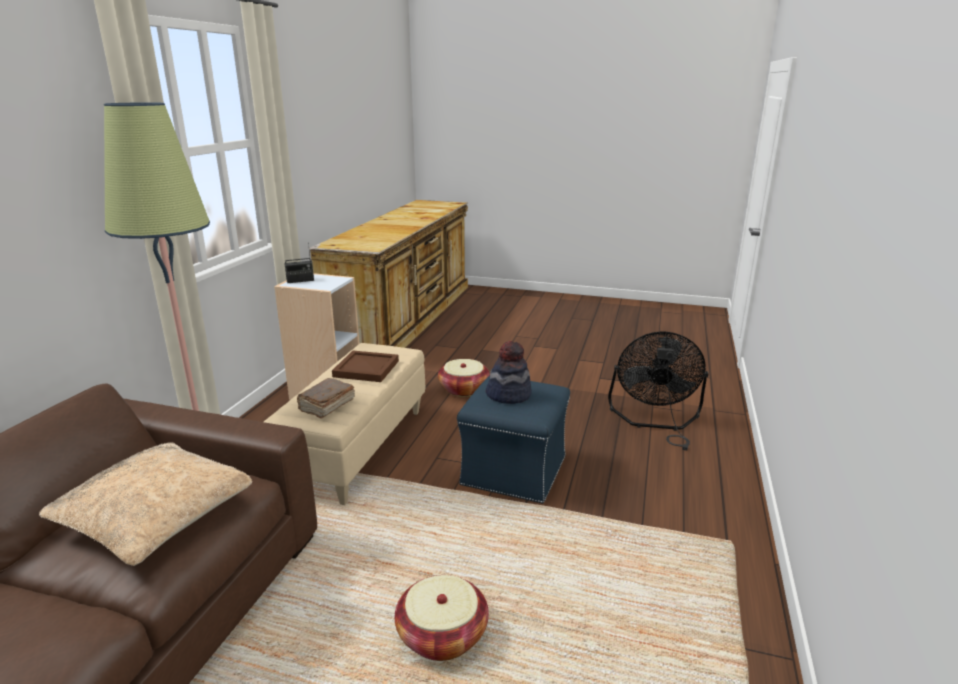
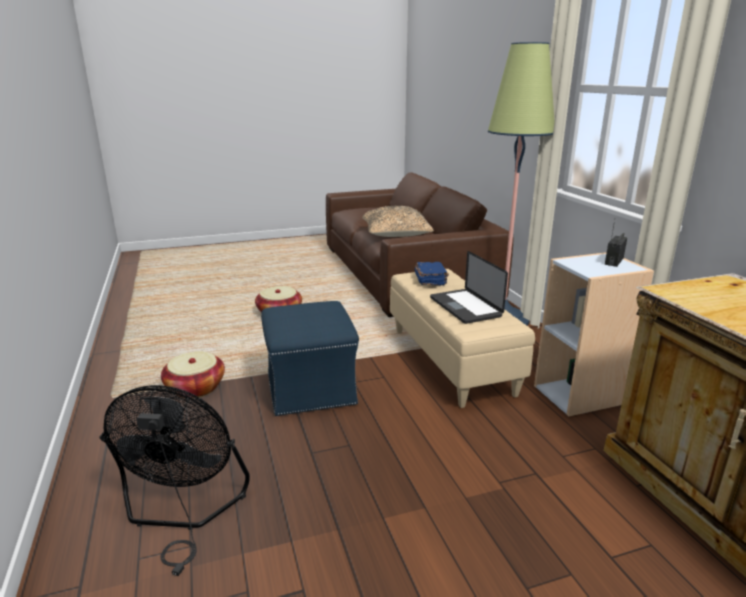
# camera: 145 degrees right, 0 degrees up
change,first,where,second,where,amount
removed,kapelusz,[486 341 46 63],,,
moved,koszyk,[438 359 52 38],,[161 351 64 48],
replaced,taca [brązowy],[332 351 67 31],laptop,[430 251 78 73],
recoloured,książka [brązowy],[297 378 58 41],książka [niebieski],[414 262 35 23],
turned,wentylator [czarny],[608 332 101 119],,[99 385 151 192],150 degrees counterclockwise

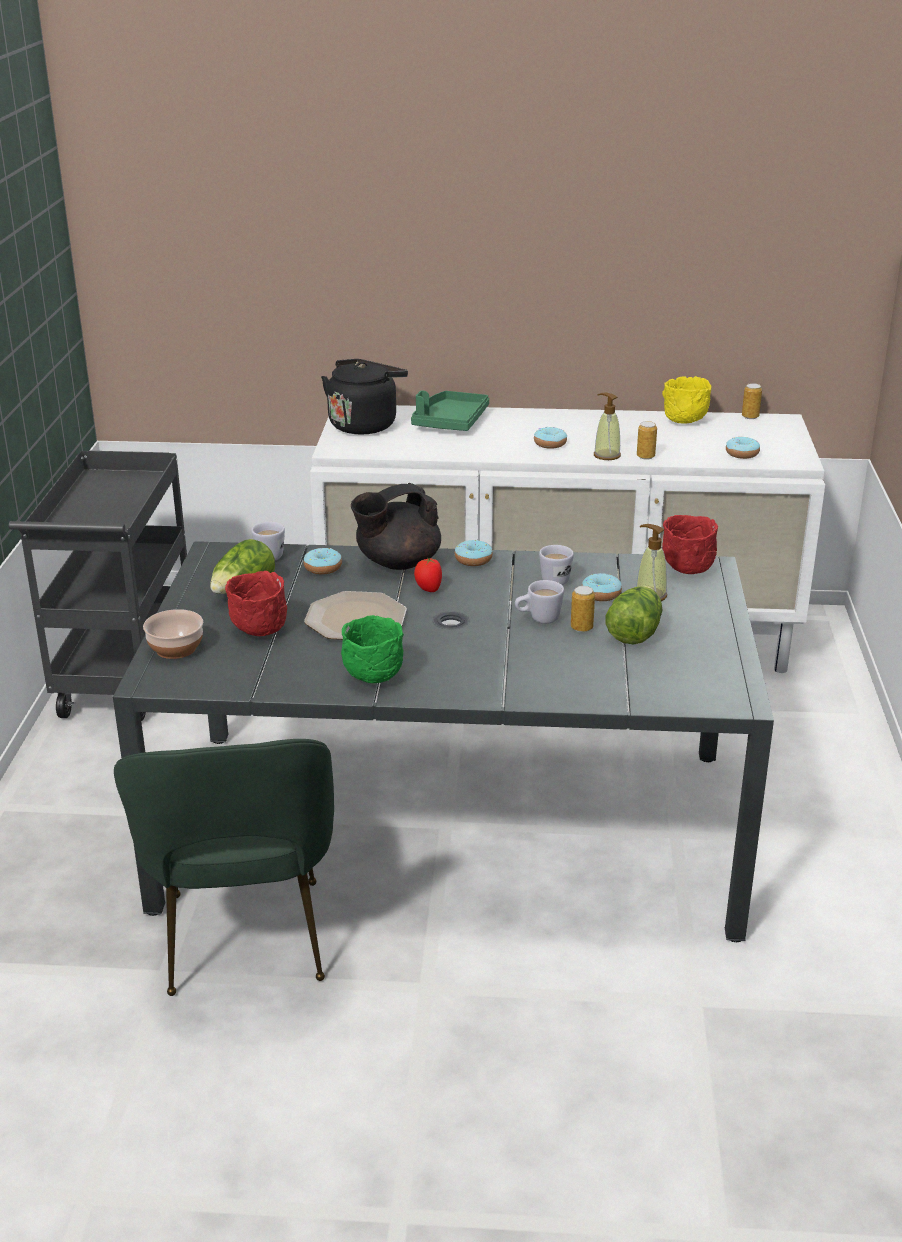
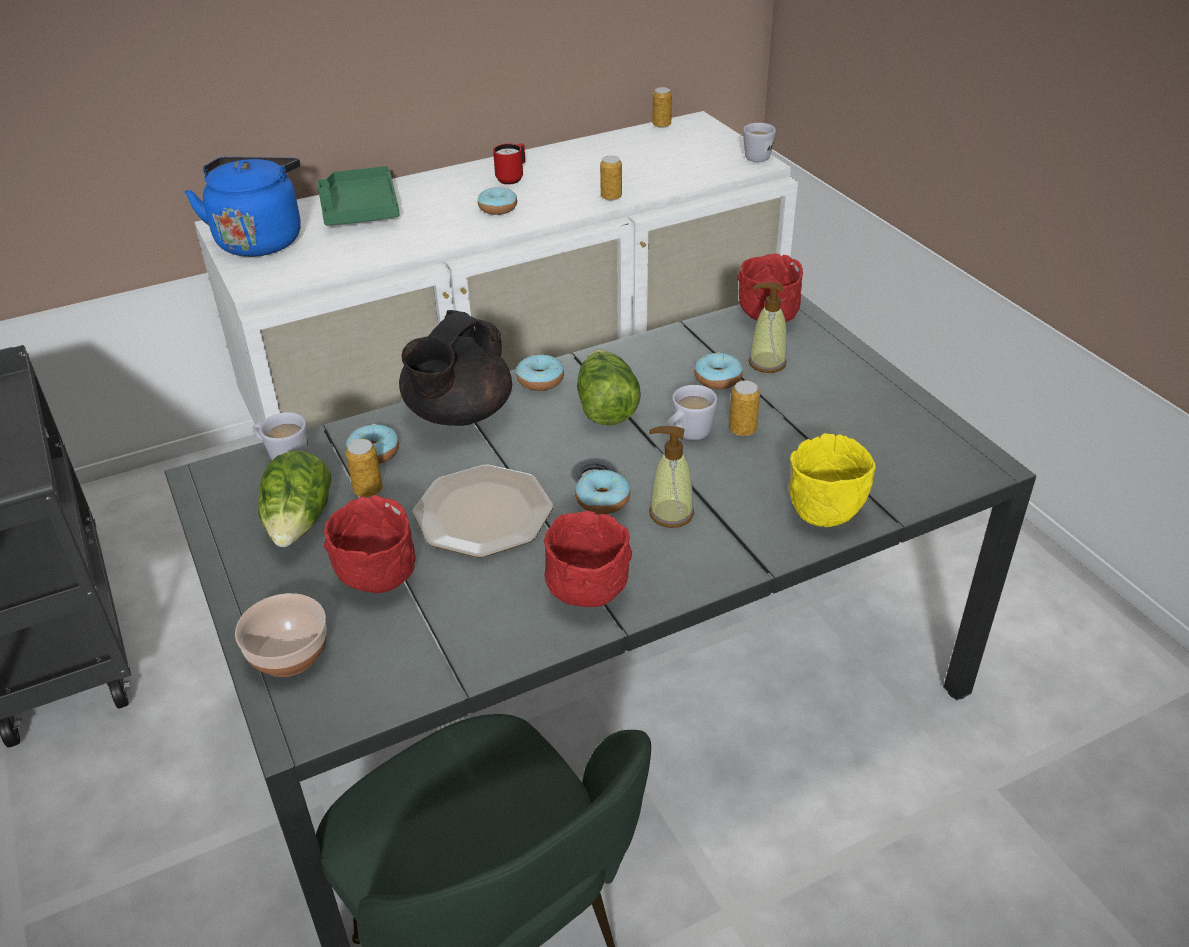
# camera: 30 degrees left, 10 degrees up
change,first,where,second,where,amount
removed,pomidor,[414 558 28 34],,,
added,,,puszka,[346 439 37 58],
added,,,kubek [czerwony],[493 143 32 42],
moved,kubek [biały],[539 545 35 40],,[743 123 33 39],
moved,dozownik mydła,[594 392 27 68],,[649 426 45 102],
moved,sałata,[606 586 56 59],,[577 349 64 76],
moved,miska [żółty],[662 376 49 48],,[789 433 87 94],
moved,donut,[726 437 34 22],,[575 470 55 44],
recoloured,czajnik [czarny],[321 359 87 76],czajnik [niebieski],[185 157 116 100],
recoloured,miska [zielony],[341 615 63 68],miska [czerwony],[544 511 88 96],

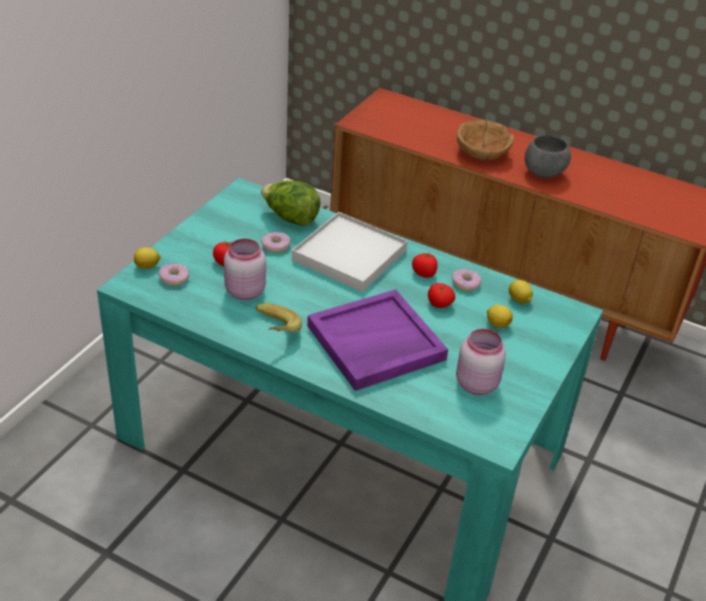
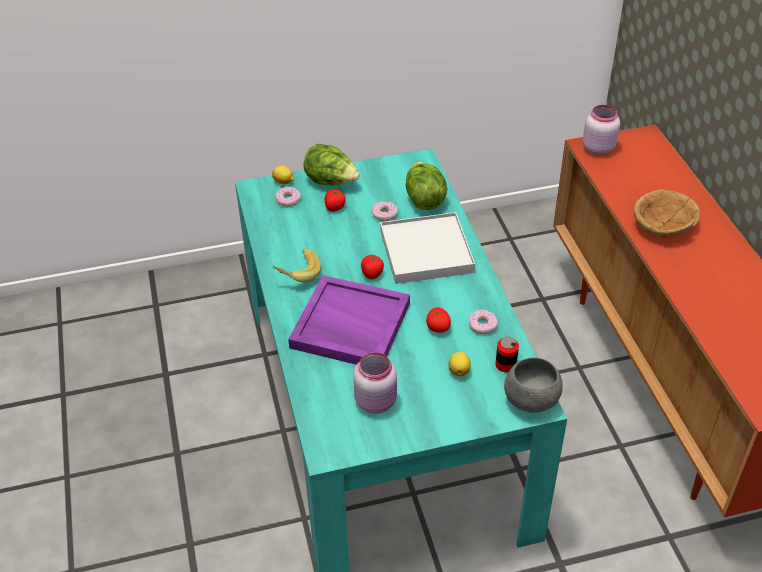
# camera: 50 degrees right, 5 degrees up
change,first,where,second,where,amount
added,,,sałata,[303 144 57 42],
moved,słoik [różowy],[224 239 42 61],,[583 105 37 50],
moved,pomidor,[412 252 26 26],,[361 255 23 24],
moved,miska [szary],[525 135 46 43],,[504 357 59 56],
replaced,cytryna,[509 280 24 24],puszka,[495 337 24 35],

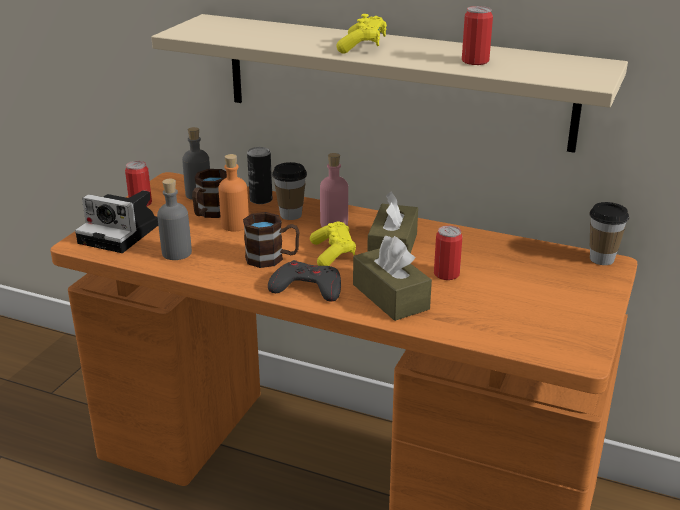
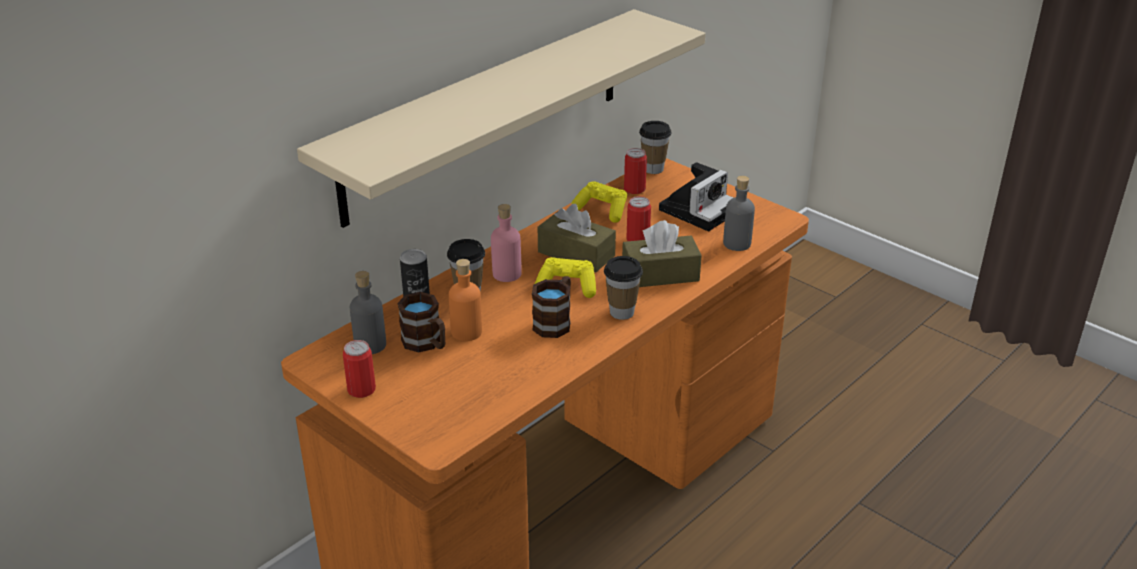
# camera: 70 degrees left, 5 degrees up
change,first,where,second,where,amount
moved,aparat fotograficzny,[75 190 83 63],,[659 162 74 69],
moved,butelka [szary],[157 179 35 81],,[723 176 32 75],
moved,pad do gier [żółty],[336 14 51 40],,[571 182 56 41],
moved,puszka,[462 6 31 59],,[624 148 23 46],
replaced,pad do gier [szary],[268 260 73 42],filiżanka,[604 256 39 64],

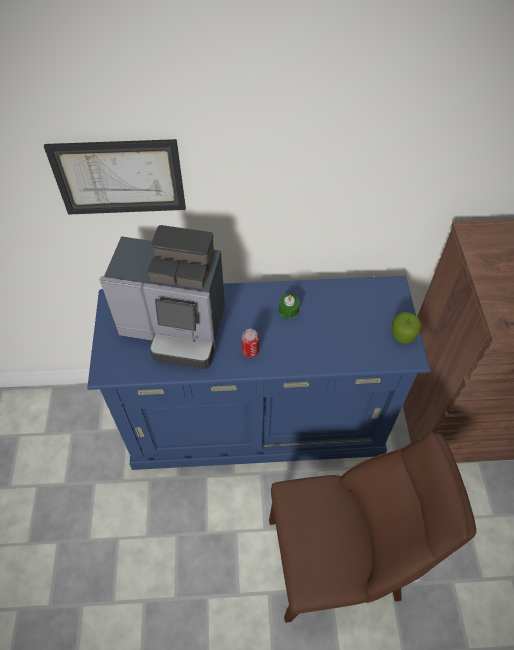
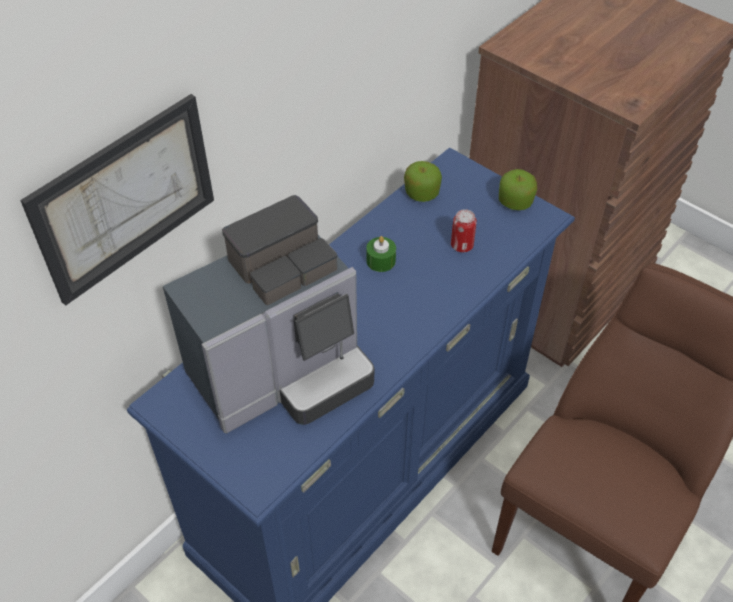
# camera: 45 degrees left, 5 degrees down
change,first,where,second,where,amount
added,,,jabłko,[404 161 38 41],
moved,puszka,[242 329 17 29],,[451 209 26 43],

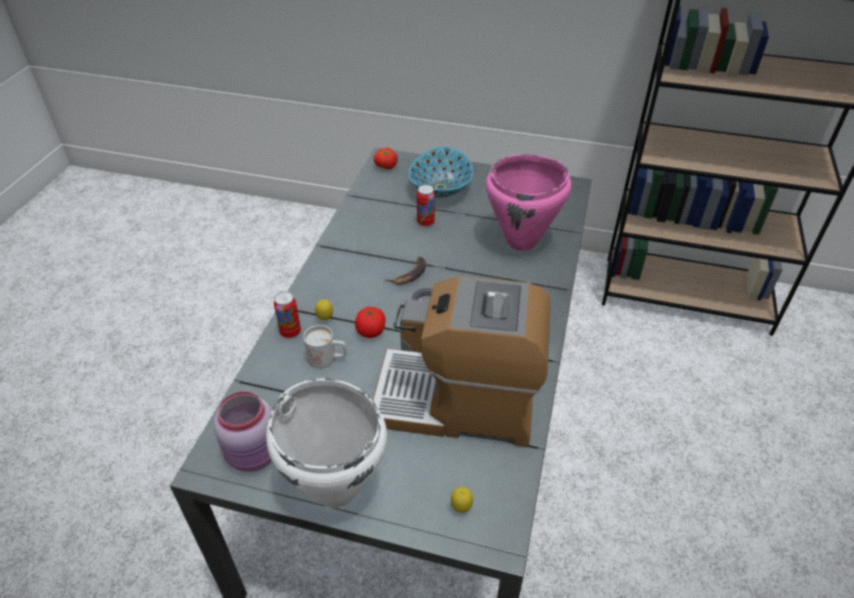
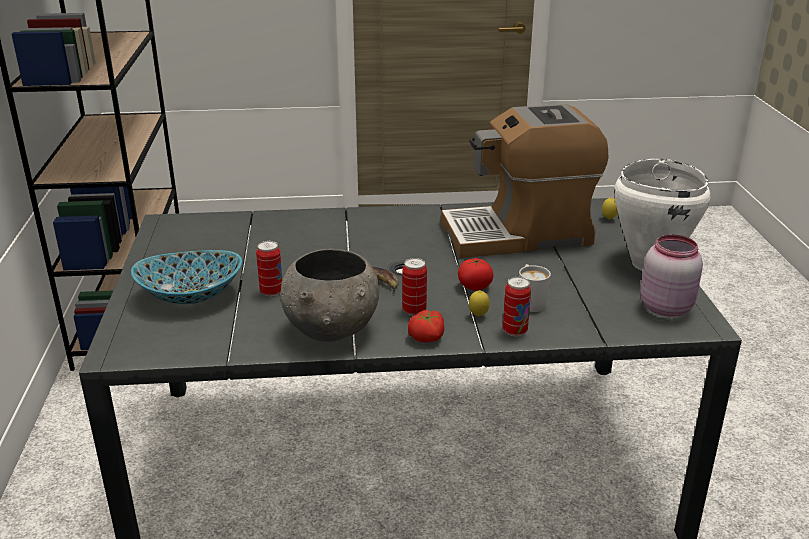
# camera: 110 degrees left, 15 degrees down
change,first,where,second,where,amount
removed,garnek [różowy],[486 154 85 97],,,
added,,,miska [szary],[280 249 99 93],
added,,,puszka,[402 258 25 58],
moved,pomidor,[374 148 24 21],,[408 310 36 33],
turned,ekspres do kawy,[373 275 178 172],,[441 104 167 154],90 degrees clockwise

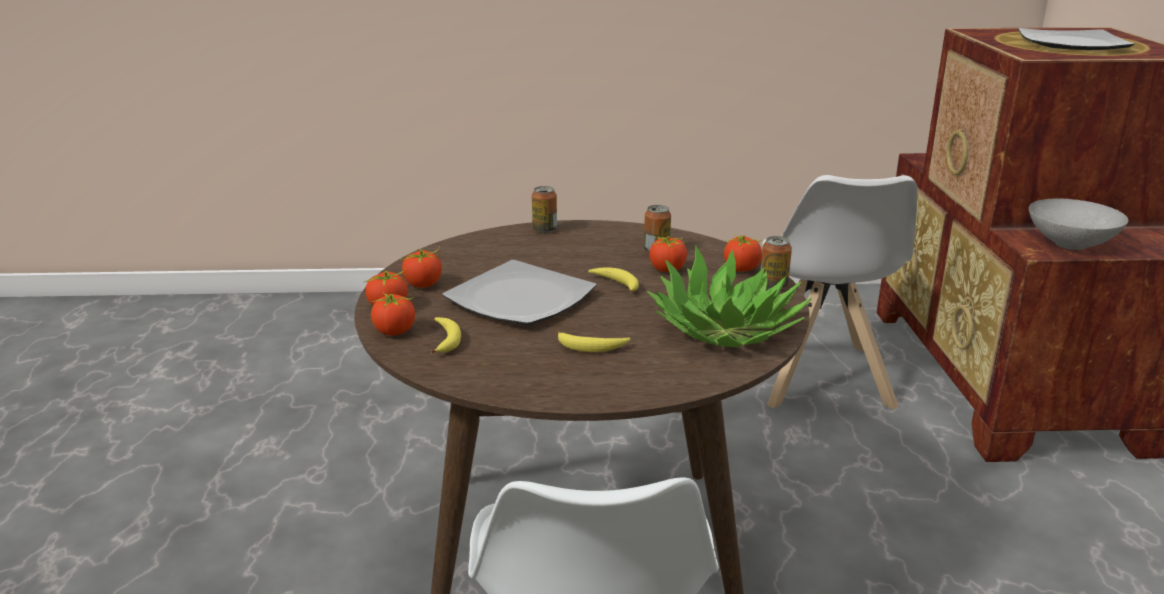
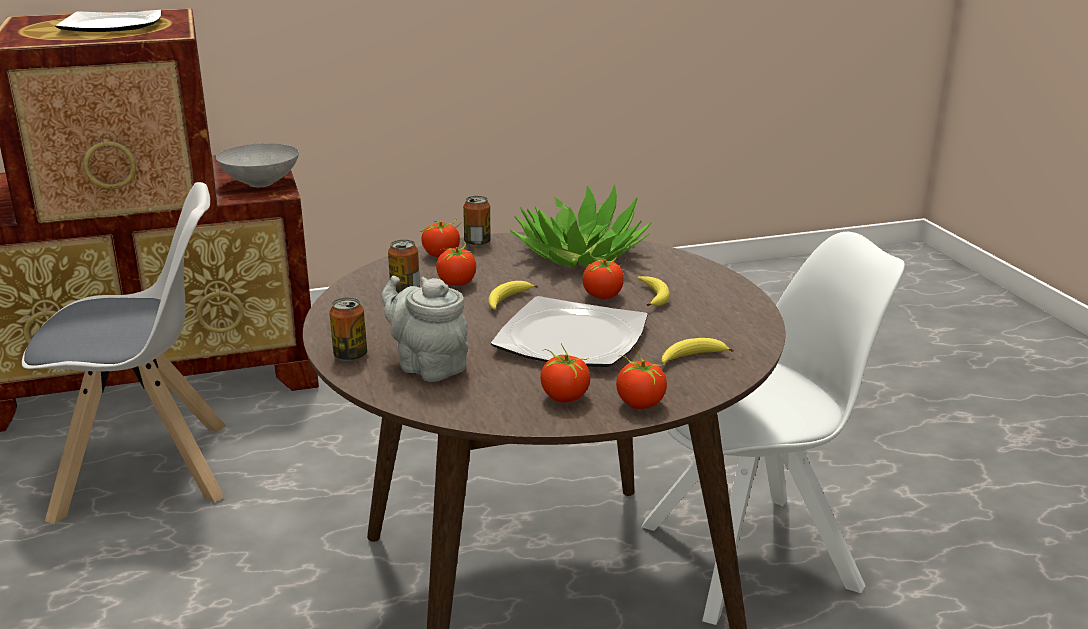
# camera: 105 degrees left, 0 degrees up
change,first,where,second,where,amount
added,,,imbryk [szary],[381 276 87 106],
moved,pomidor,[371 292 44 44],,[583 254 44 45],

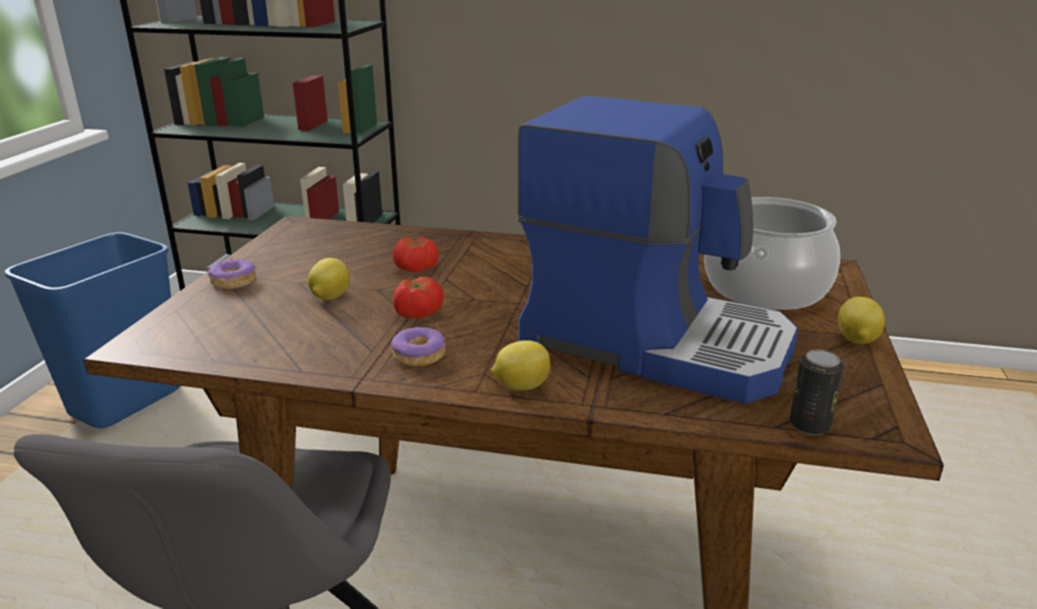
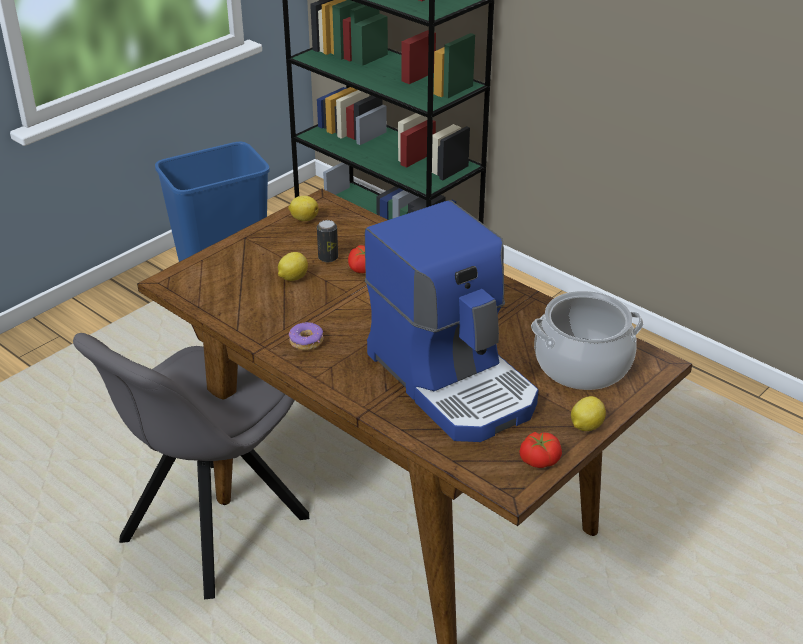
# camera: 30 degrees right, 10 degrees up
change,first,where,second,where,amount
removed,donut,[208 258 48 31],,,
moved,pomidor,[393 277 51 41],,[519 432 43 36],
moved,cytryna,[491 340 60 50],,[289 196 30 25],
moved,puszka,[790 350 54 85],,[317 220 21 42],

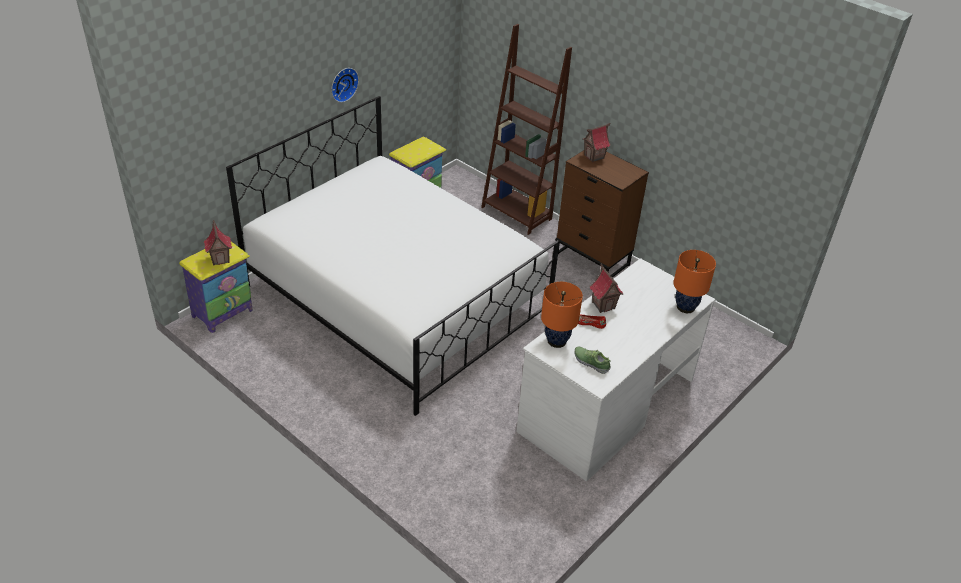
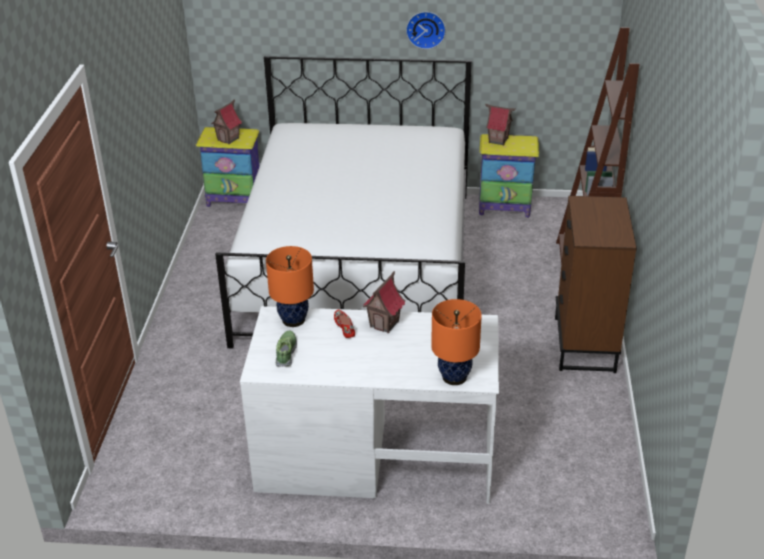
# camera: 55 degrees right, 5 degrees down
change,first,where,second,where,amount
moved,domek,[582 123 29 39],,[485 104 31 42],

